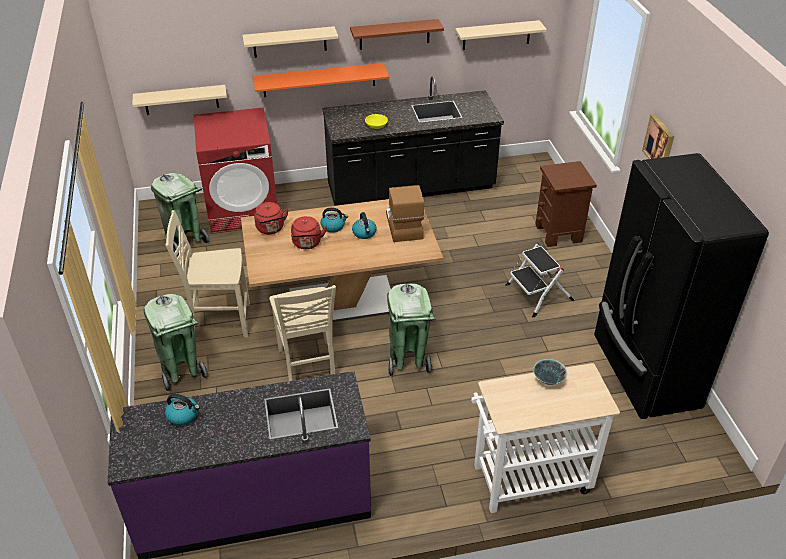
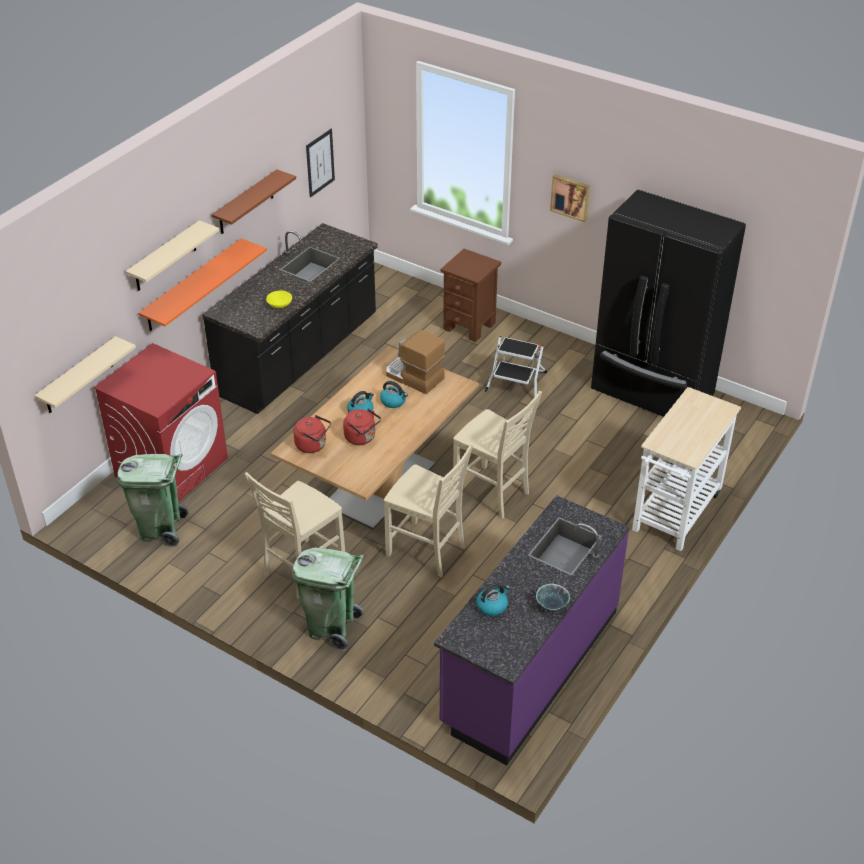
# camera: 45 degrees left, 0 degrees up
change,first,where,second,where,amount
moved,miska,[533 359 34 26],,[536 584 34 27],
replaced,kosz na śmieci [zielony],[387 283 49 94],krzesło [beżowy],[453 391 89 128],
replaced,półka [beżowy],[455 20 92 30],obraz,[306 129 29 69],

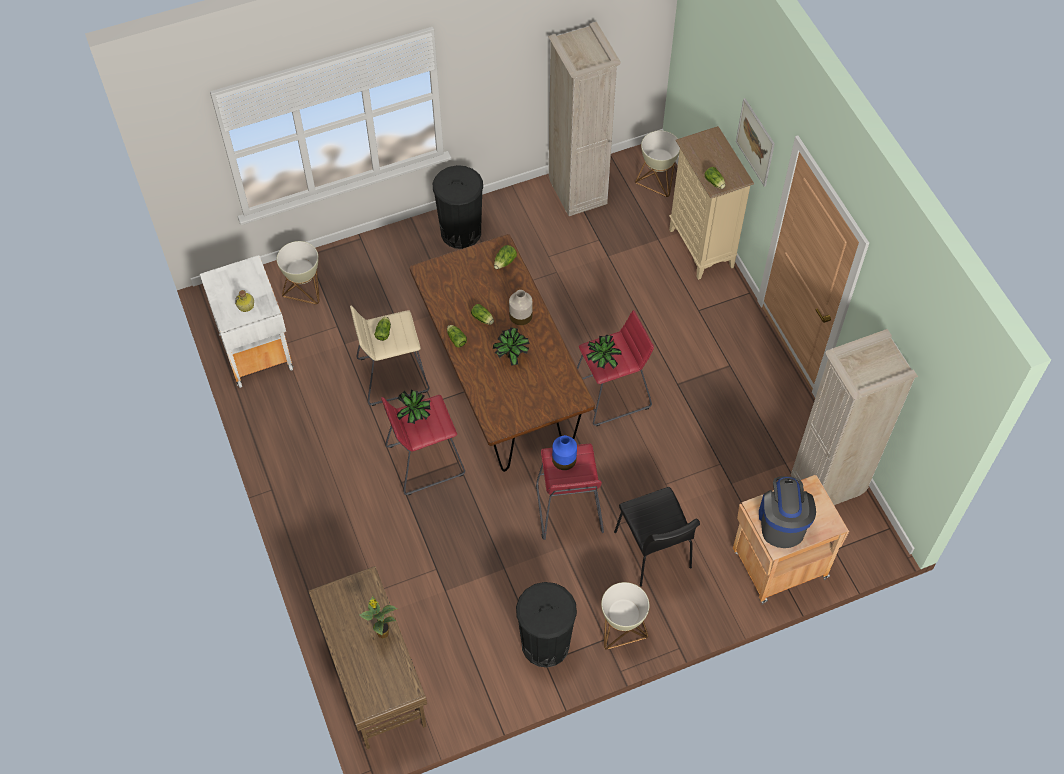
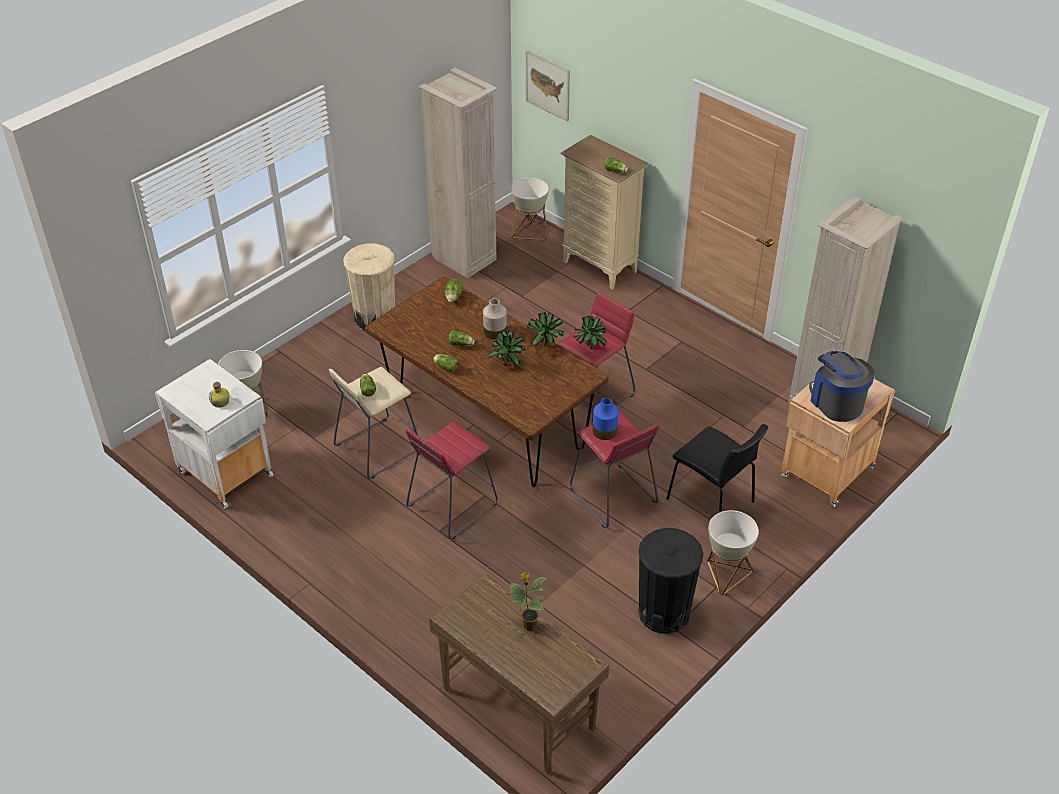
# camera: 25 degrees left, 15 degrees down
change,first,where,second,where,amount
moved,roślina doniczkowa,[397 390 34 34],,[526 312 38 35],
moved,obraz,[736 98 39 89],,[526 50 44 72],
recoloured,kosz na śmieci [czarny],[433 165 50 84],kosz na śmieci [beżowy],[343 244 52 87],

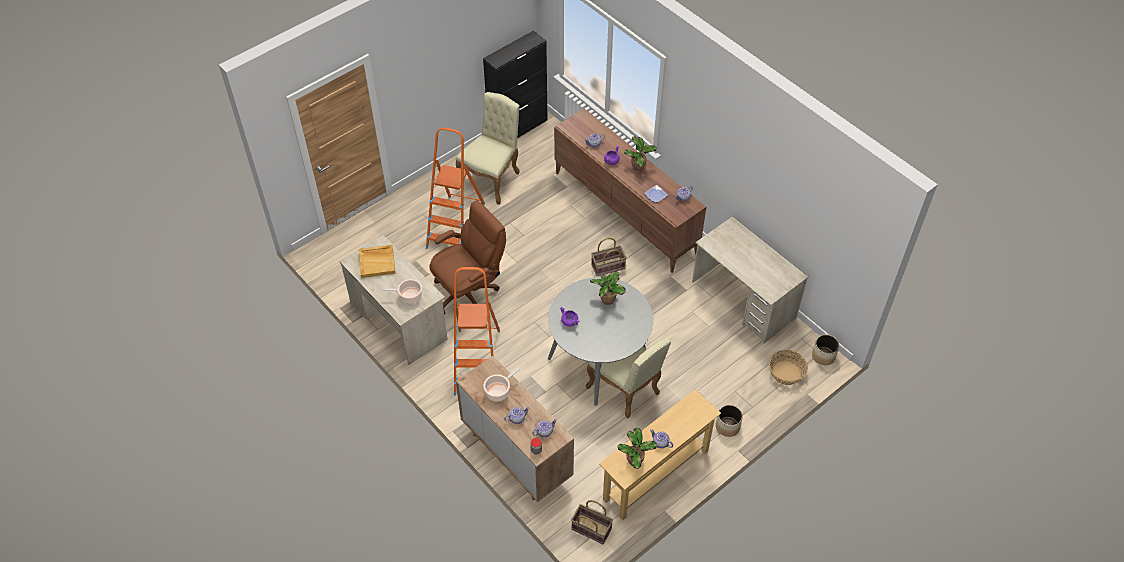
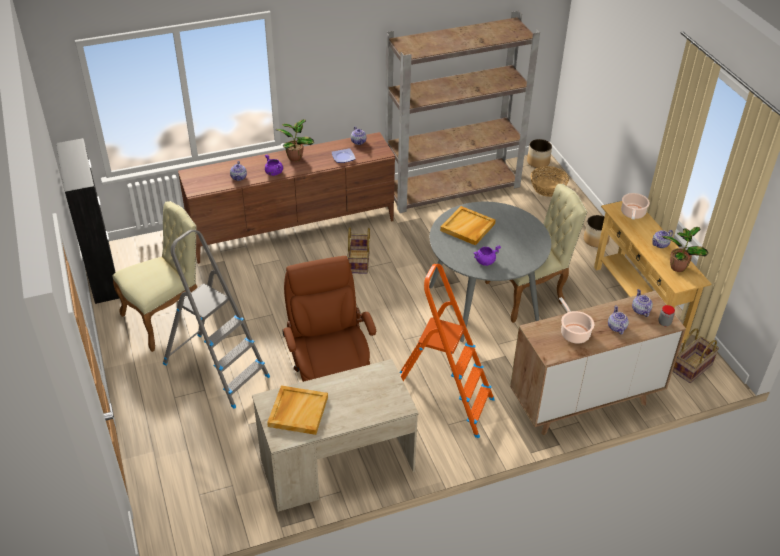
# camera: 70 degrees left, 10 degrees down
change,first,where,second,where,amount
moved,garnek,[382 279 40 25],,[621 193 29 27],
replaced,roślina doniczkowa,[590 271 36 34],taca [beżowy],[440 206 56 40],
replaced,biurko [beżowy],[692 216 116 127],regał [brązowy],[385 11 155 202],
recoloured,drabinka [pomarańczowy],[426 128 59 121],drabinka [szary],[163 230 107 179],
turned,krzesło [beżowy],[456 92 64 113],,[113 201 85 151],90 degrees clockwise

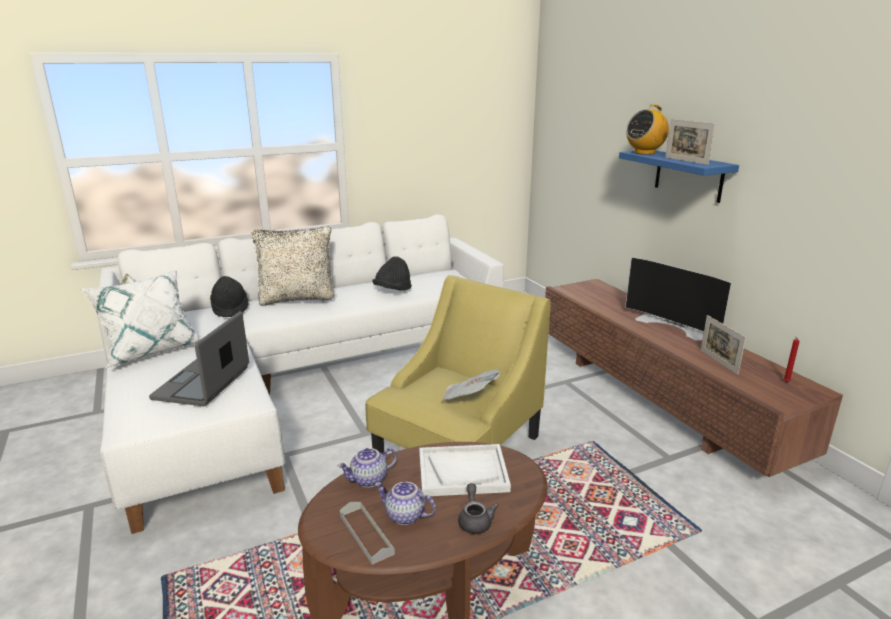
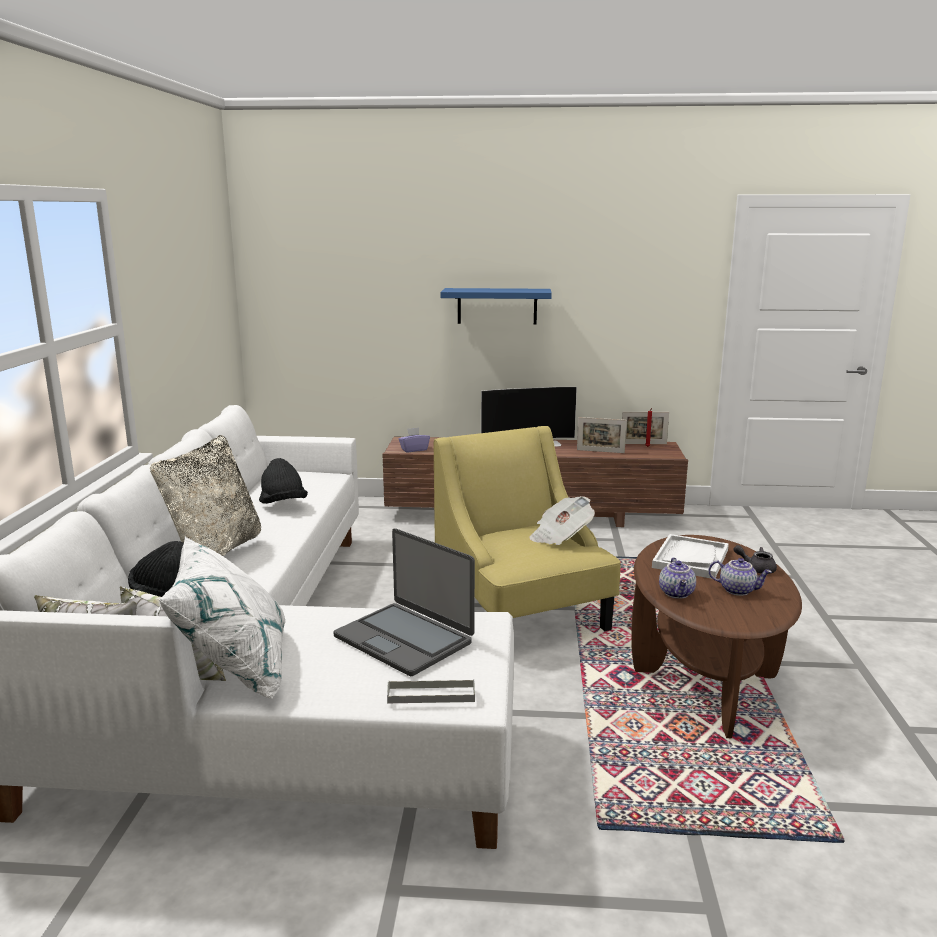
# camera: 60 degrees left, 5 degrees down
change,first,where,second,where,amount
removed,radio,[626 104 43 51],,,
added,,,pudełko chusteczek [fioletowy],[399 427 31 25],
moved,taca [szary],[340 502 55 63],,[387 679 88 24],
moved,ramka na zdjęcie,[665 119 50 46],,[622 412 47 32],
turned,imbryk,[375 482 61 43],,[708 558 64 38],120 degrees counterclockwise

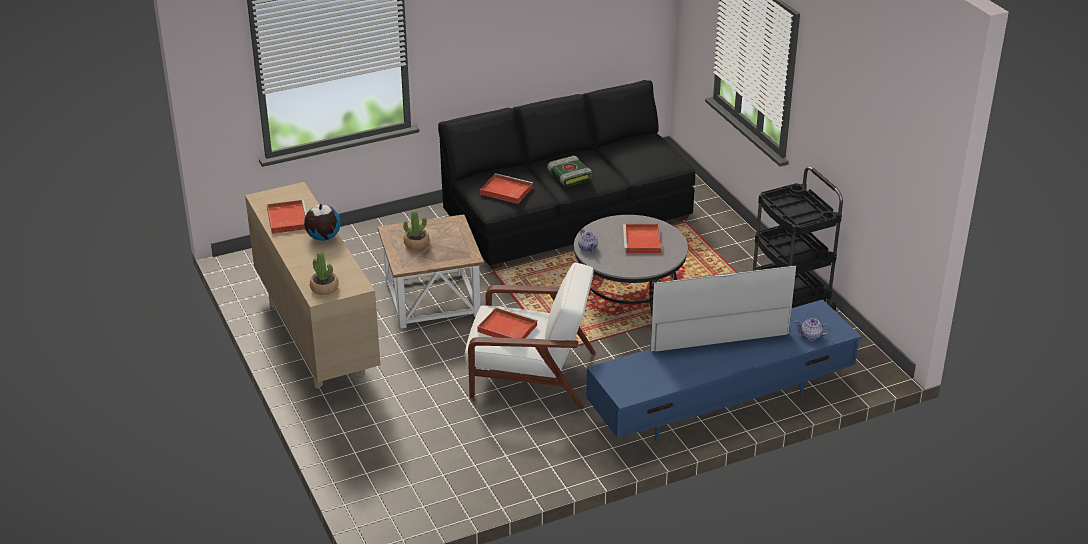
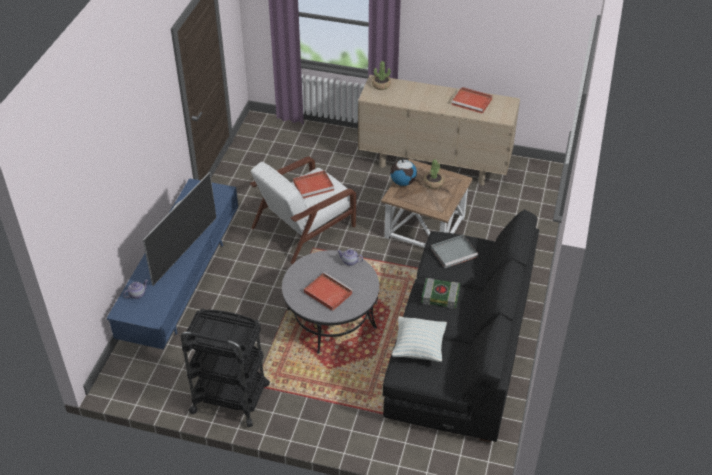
# camera: 130 degrees right, 10 degrees up
change,first,where,second,where,amount
added,,,poduszka,[392 316 55 46],
moved,globus,[304 204 37 37],,[390 159 27 27],
recoloured,taca [czerwony],[480 173 53 31],taca [szary],[431 235 47 33],

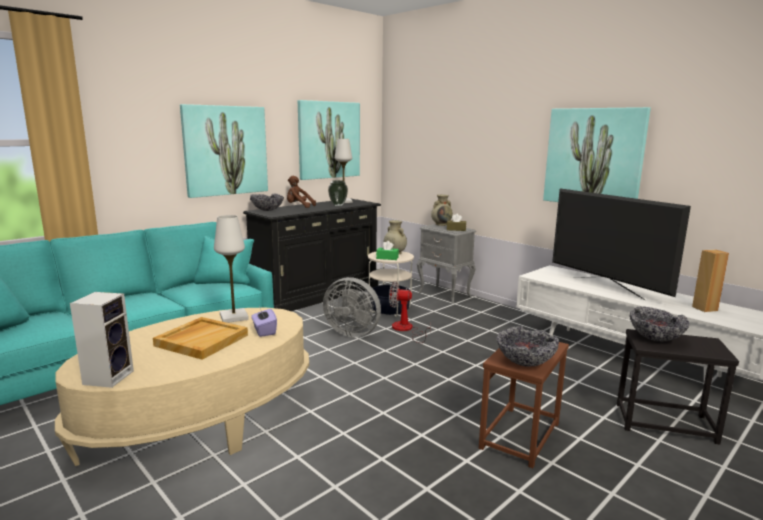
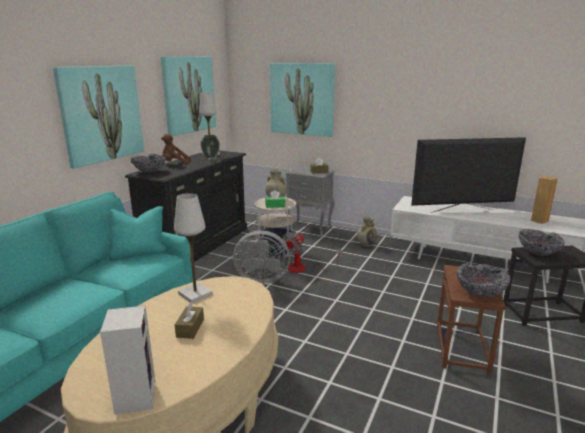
# camera: 20 degrees left, 5 degrees up
change,first,where,second,where,amount
removed,pudełko chusteczek [fioletowy],[251 306 26 31],,,
moved,wazon [beżowy],[431 195 22 31],,[357 217 20 30],
moved,obraz,[543 107 108 95],,[270 63 65 74],
replaced,taca [beżowy],[153 317 95 43],pudełko chusteczek [brązowy],[175 302 29 37],
turned,wentylator,[389 282 42 61],,[283 232 59 41],45 degrees counterclockwise
turned,telewizor,[552 188 139 112],,[411 137 115 76],135 degrees clockwise

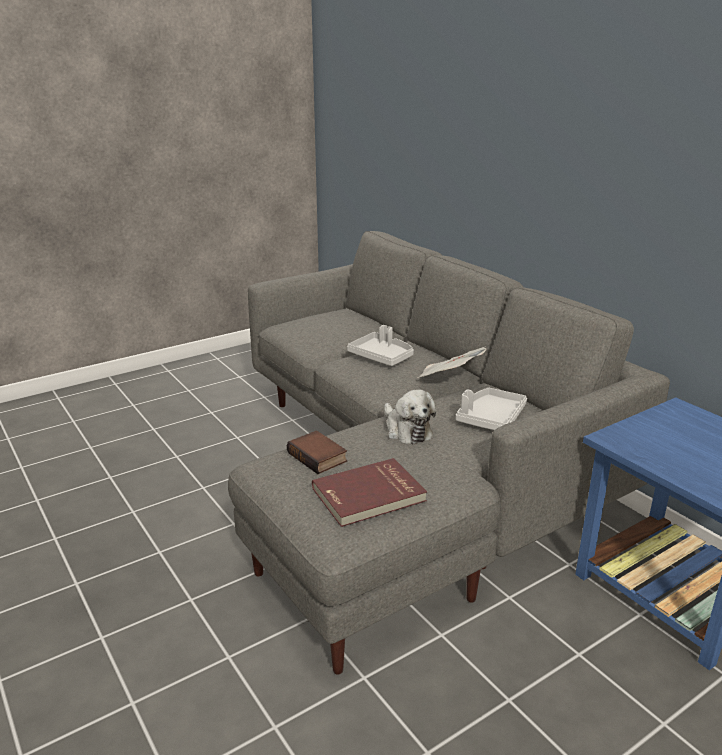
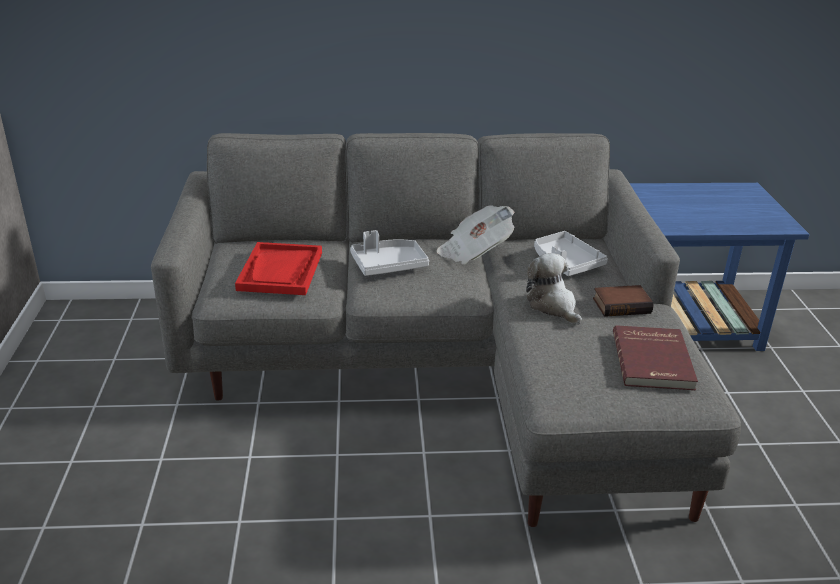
# camera: 60 degrees left, 5 degrees up
change,first,where,second,where,amount
added,,,taca [czerwony],[235 242 87 53],
moved,książka,[287 430 60 44],,[593 285 60 32],
turned,pluszak,[384 390 52 55],,[526 253 56 72],120 degrees counterclockwise

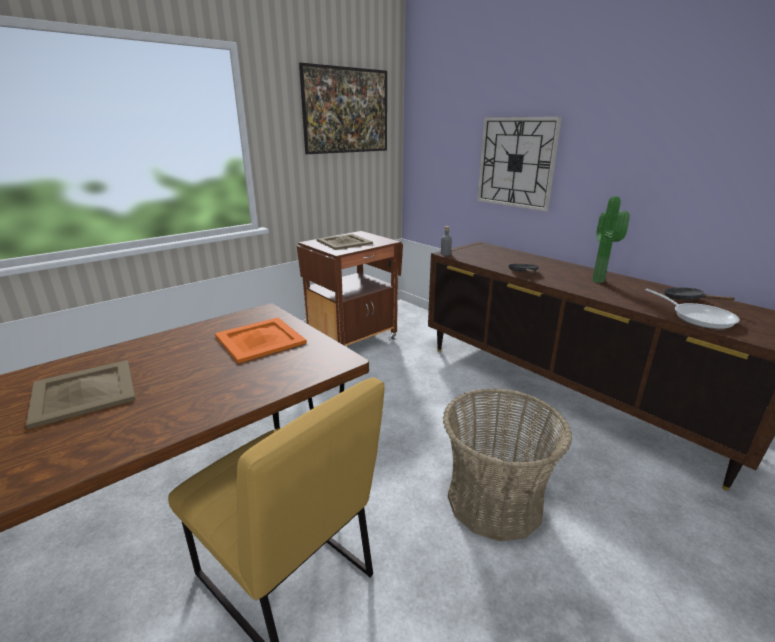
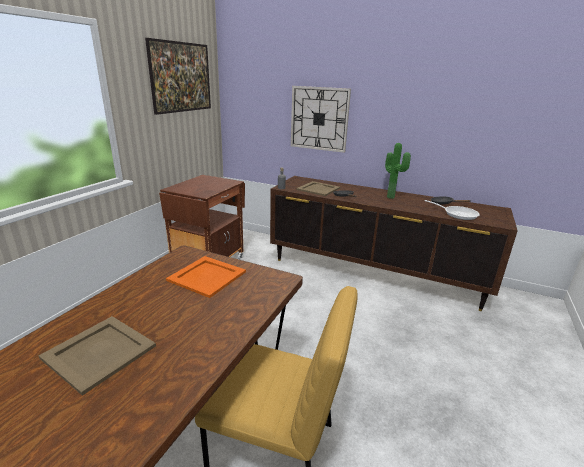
# camera: 25 degrees left, 0 degrees up
change,first,where,second,where,amount
removed,koszyk,[443 388 129 153],,,
moved,taca [beżowy],[316 234 57 16],,[296 181 44 15],

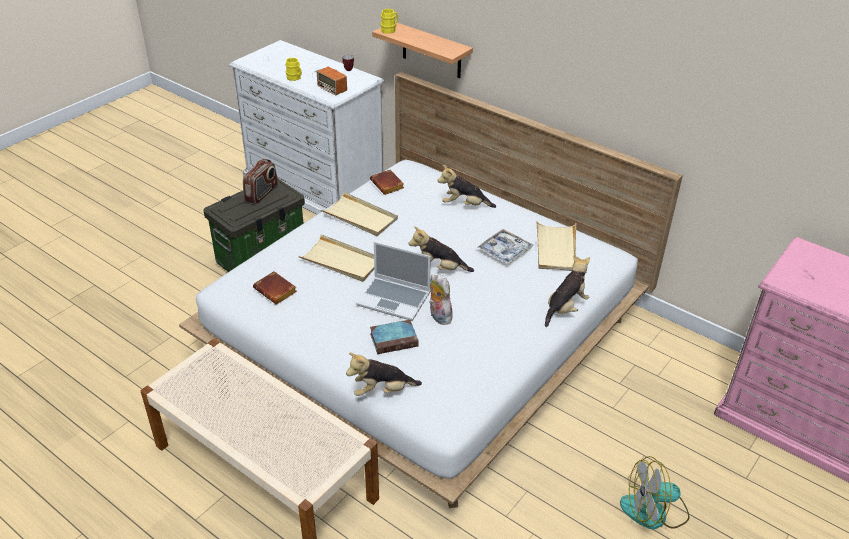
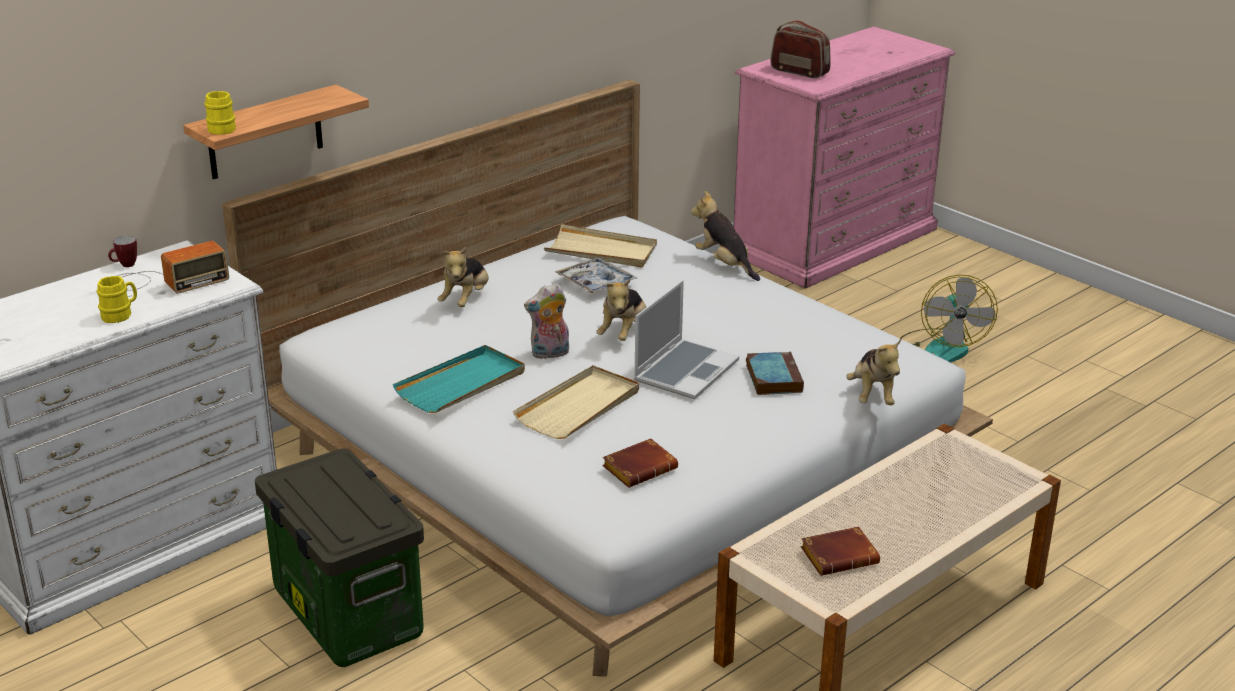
# camera: 80 degrees left, 10 degrees down
change,first,where,second,where,amount
moved,radio,[243 159 35 45],,[770 20 61 58],
moved,książka [brązowy],[370 170 34 25],,[801 526 79 50],
moved,pluszak,[429 274 24 51],,[524 283 45 77],
recoloured,taca [beżowy],[320 192 78 44],taca [turkusowy],[393 345 132 68],

